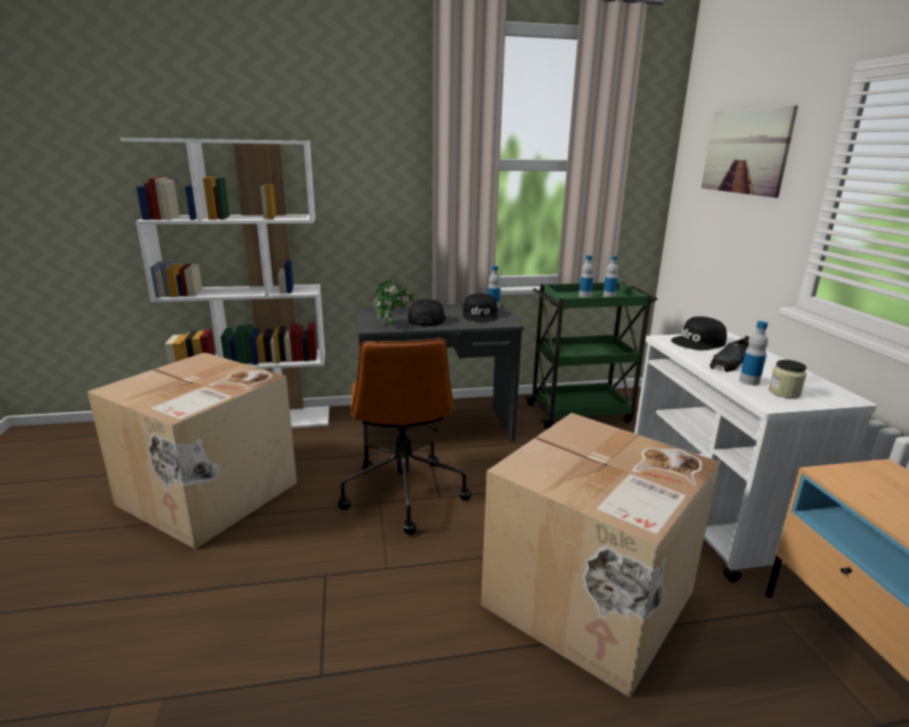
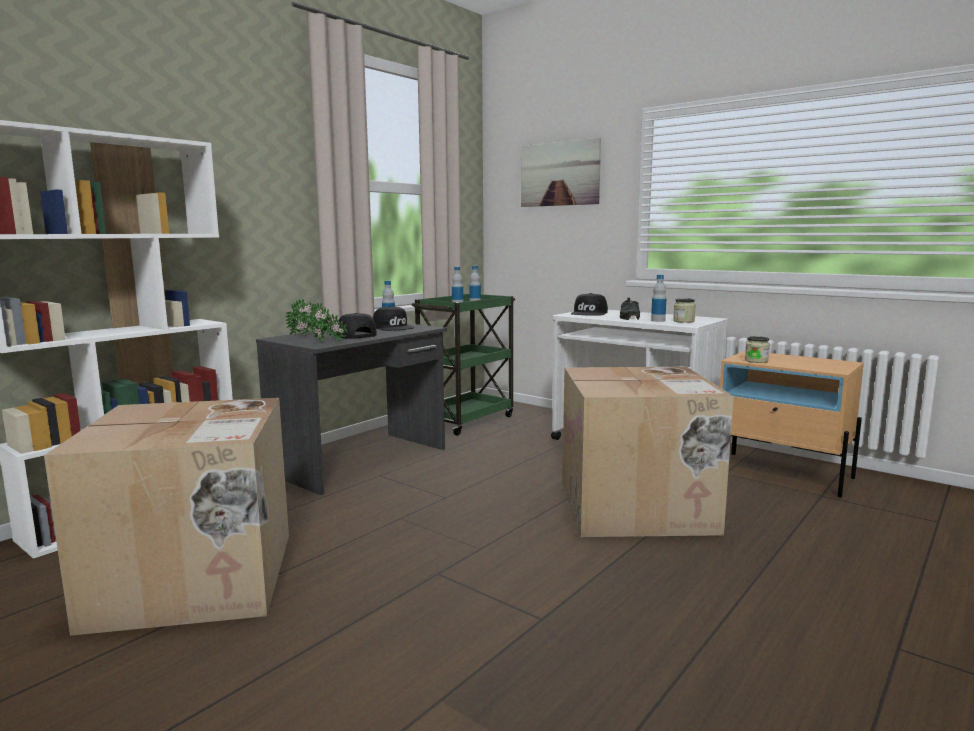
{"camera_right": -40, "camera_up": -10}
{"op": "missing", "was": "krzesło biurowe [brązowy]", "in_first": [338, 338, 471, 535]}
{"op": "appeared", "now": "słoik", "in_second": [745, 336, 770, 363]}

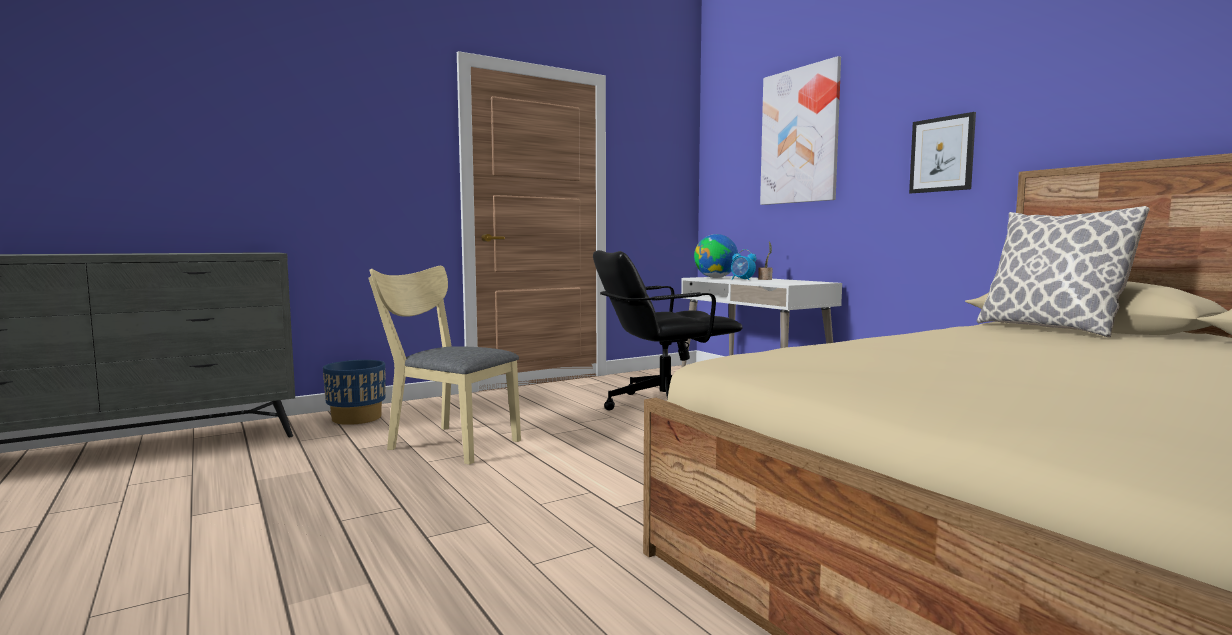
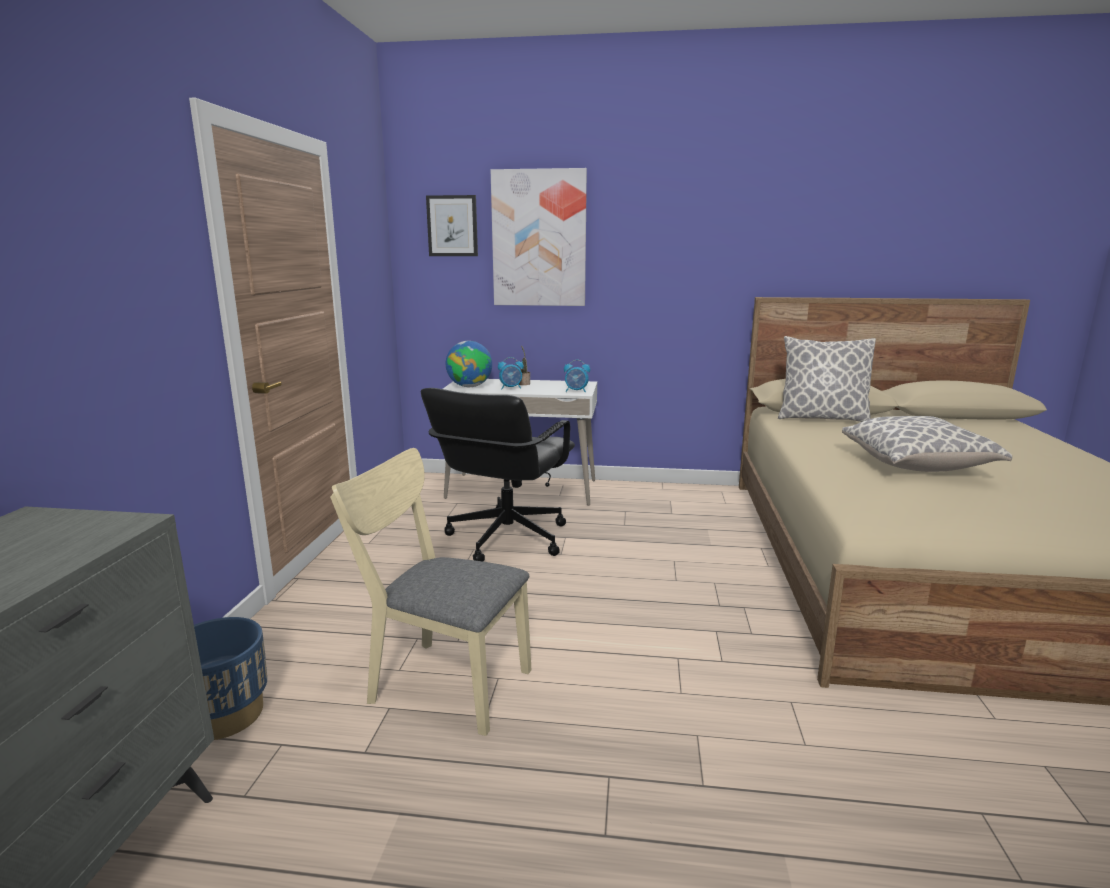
{"camera_right": -50, "camera_up": 10}
{"op": "relocated", "was": "obraz", "in_first": [909, 112, 976, 193], "in_second": [426, 195, 478, 256]}
{"op": "spun", "was": "krzesło [beżowy]", "in_first": [368, 266, 521, 465], "in_second": [330, 448, 531, 736], "clockwise": 45}
{"op": "appeared", "now": "budzik", "in_second": [564, 359, 590, 393]}
{"op": "appeared", "now": "poduszka", "in_second": [842, 416, 1012, 472]}

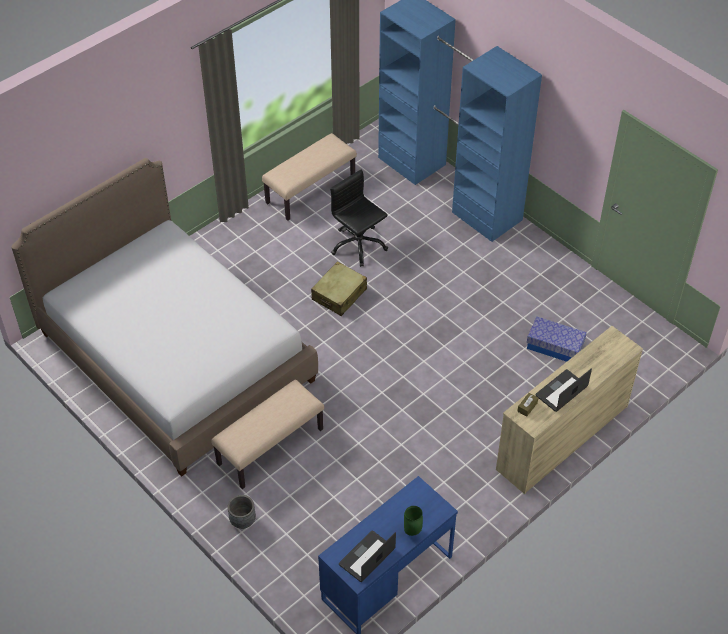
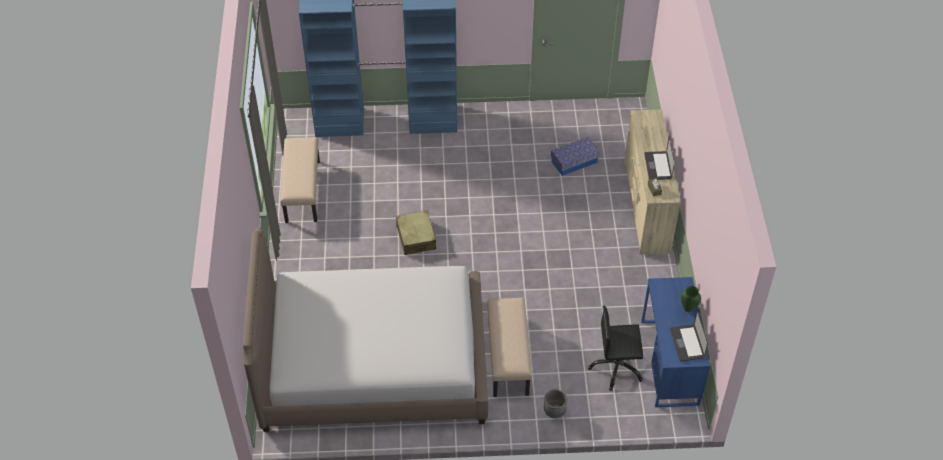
{"camera_right": -50, "camera_up": 0}
{"op": "relocated", "was": "krzesło biurowe [czarny]", "in_first": [330, 169, 388, 267], "in_second": [588, 306, 643, 391]}

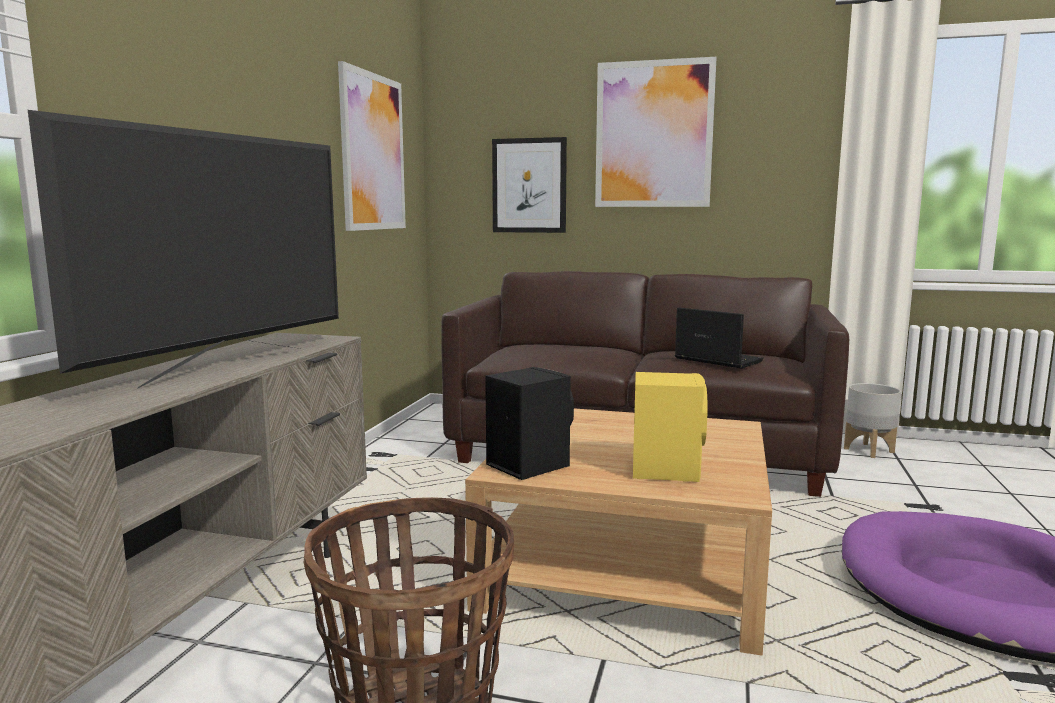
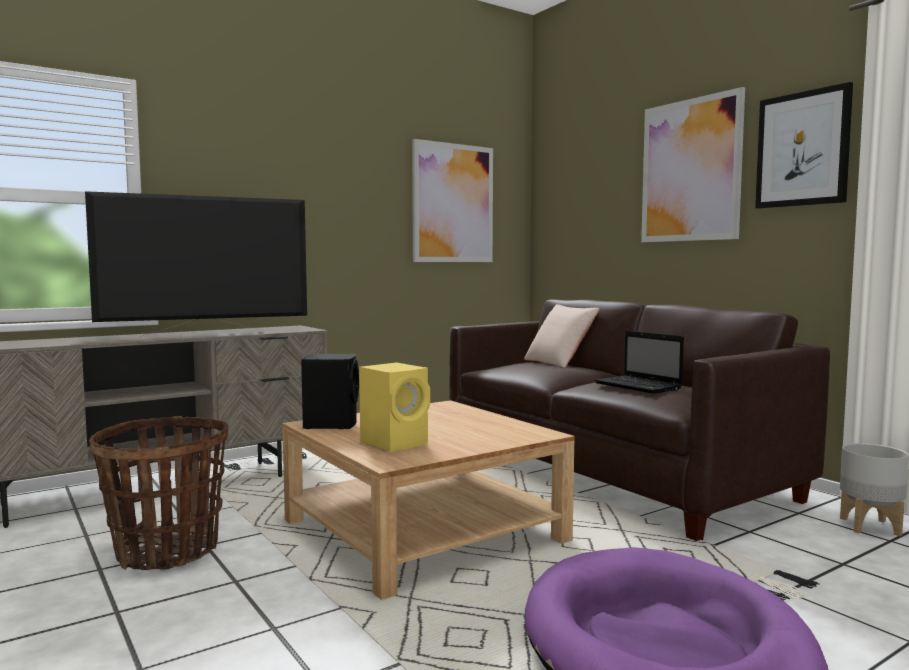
{"camera_right": 40, "camera_up": -5}
{"op": "relocated", "was": "obraz", "in_first": [492, 137, 567, 233], "in_second": [755, 82, 853, 209]}
{"op": "spun", "was": "laptop", "in_first": [675, 307, 764, 368], "in_second": [594, 331, 684, 394], "clockwise": 150}
{"op": "appeared", "now": "poduszka [beżowy]", "in_second": [524, 304, 600, 367]}

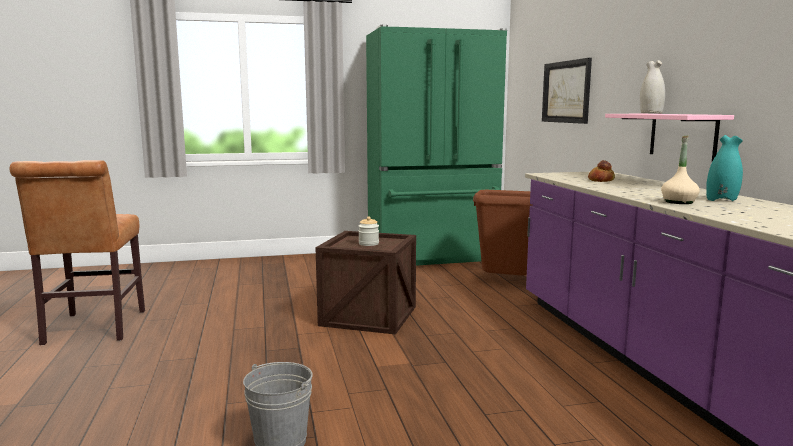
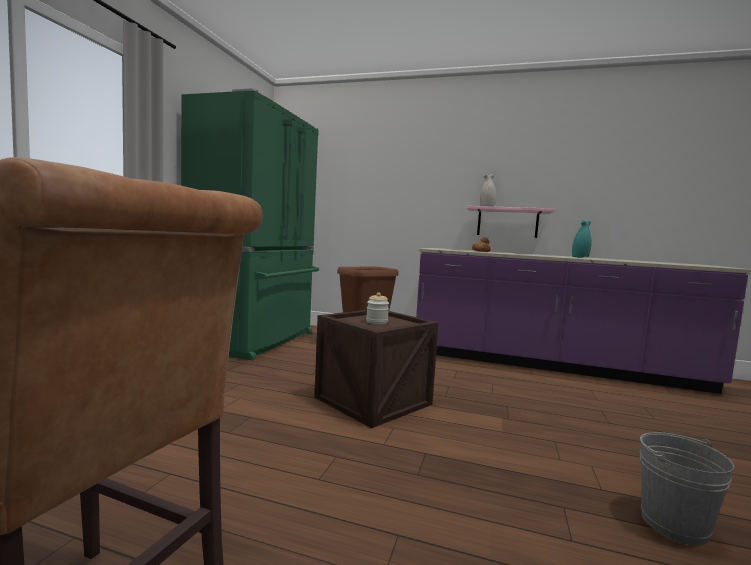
{"camera_right": -60, "camera_up": -5}
{"op": "missing", "was": "obraz", "in_first": [542, 58, 592, 124]}
{"op": "missing", "was": "butelka [beżowy]", "in_first": [661, 135, 700, 204]}

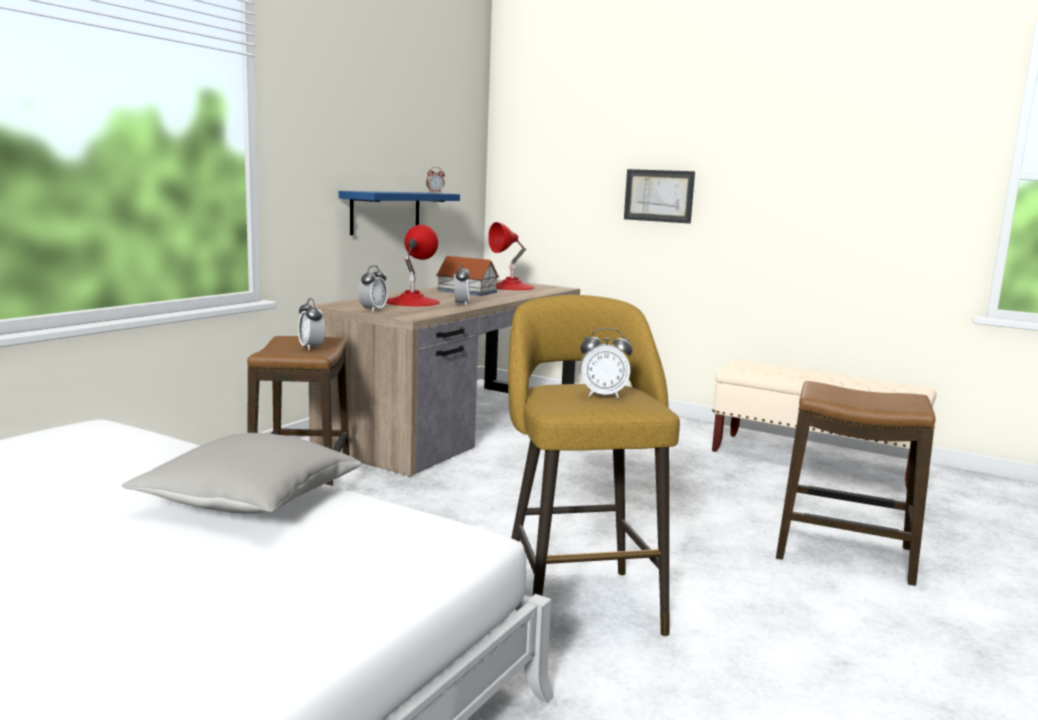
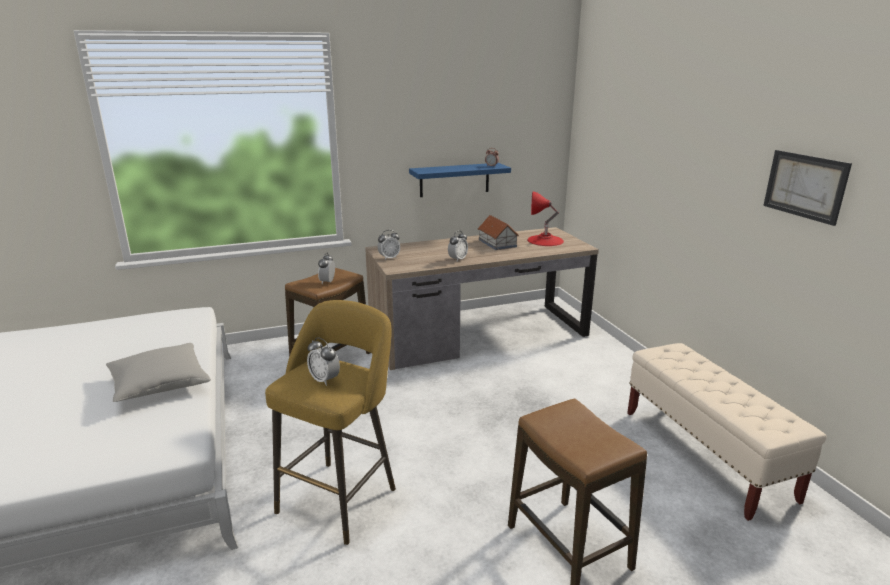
{"camera_right": 40, "camera_up": 10}
{"op": "relocated", "was": "obraz", "in_first": [624, 169, 695, 224], "in_second": [763, 150, 852, 226]}
{"op": "missing", "was": "lampa stołowa [czerwony]", "in_first": [386, 225, 440, 306]}

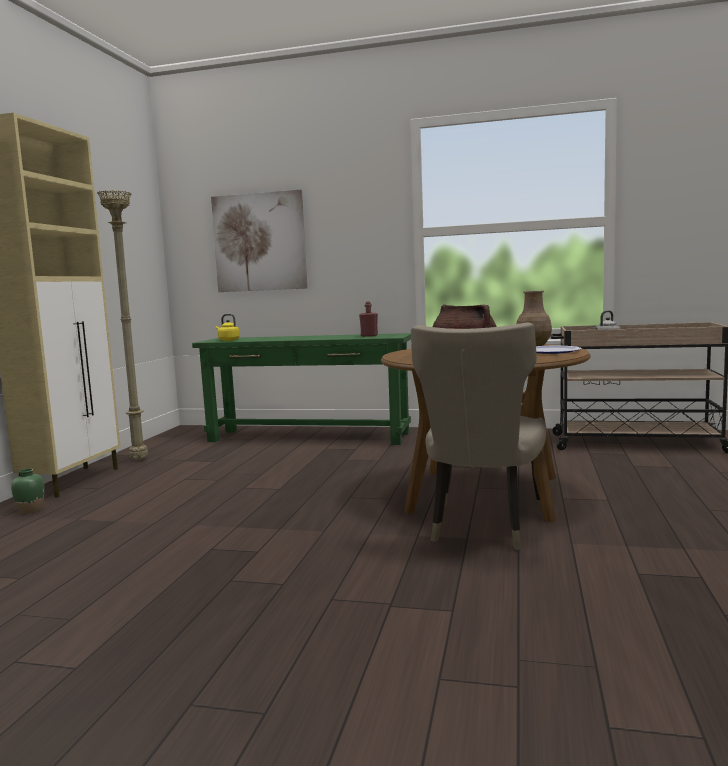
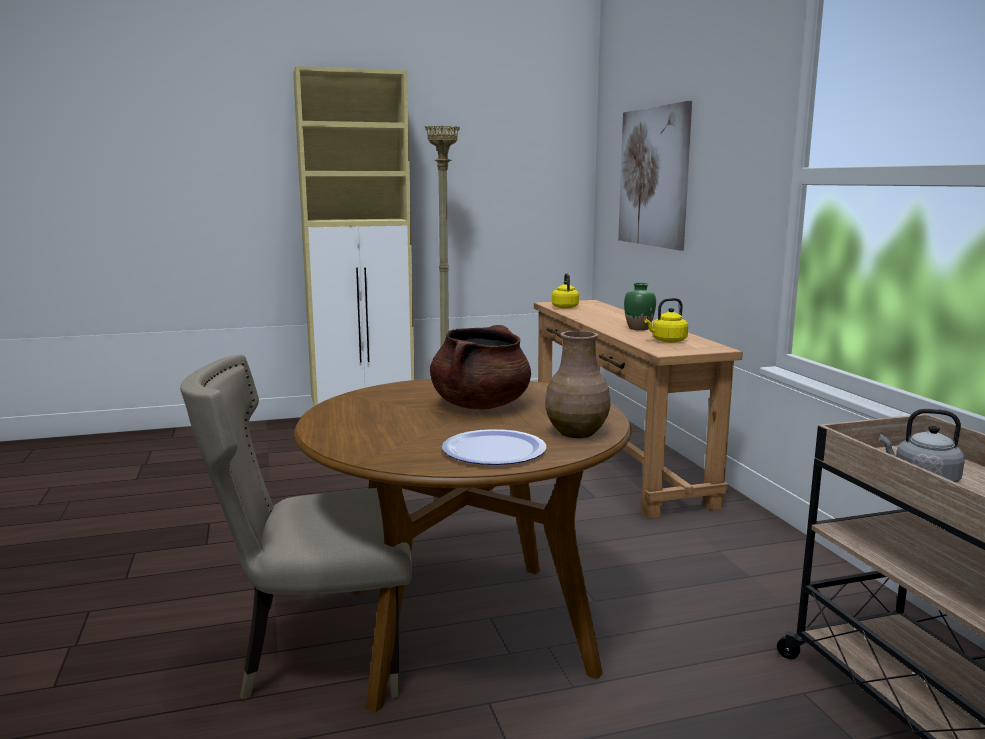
{"camera_right": 60, "camera_up": 5}
{"op": "exchanged", "was": "butelka [czerwony]", "now": "czajnik [żółty]", "in_first": [359, 301, 378, 337], "in_second": [644, 298, 688, 343]}
{"op": "colour", "was": "stolik konsolowy [zielony]", "now": "stolik konsolowy [brązowy]", "in_first": [192, 333, 411, 445], "in_second": [534, 300, 743, 519]}
{"op": "relocated", "was": "wazon [zielony]", "in_first": [11, 468, 45, 514], "in_second": [624, 283, 656, 330]}

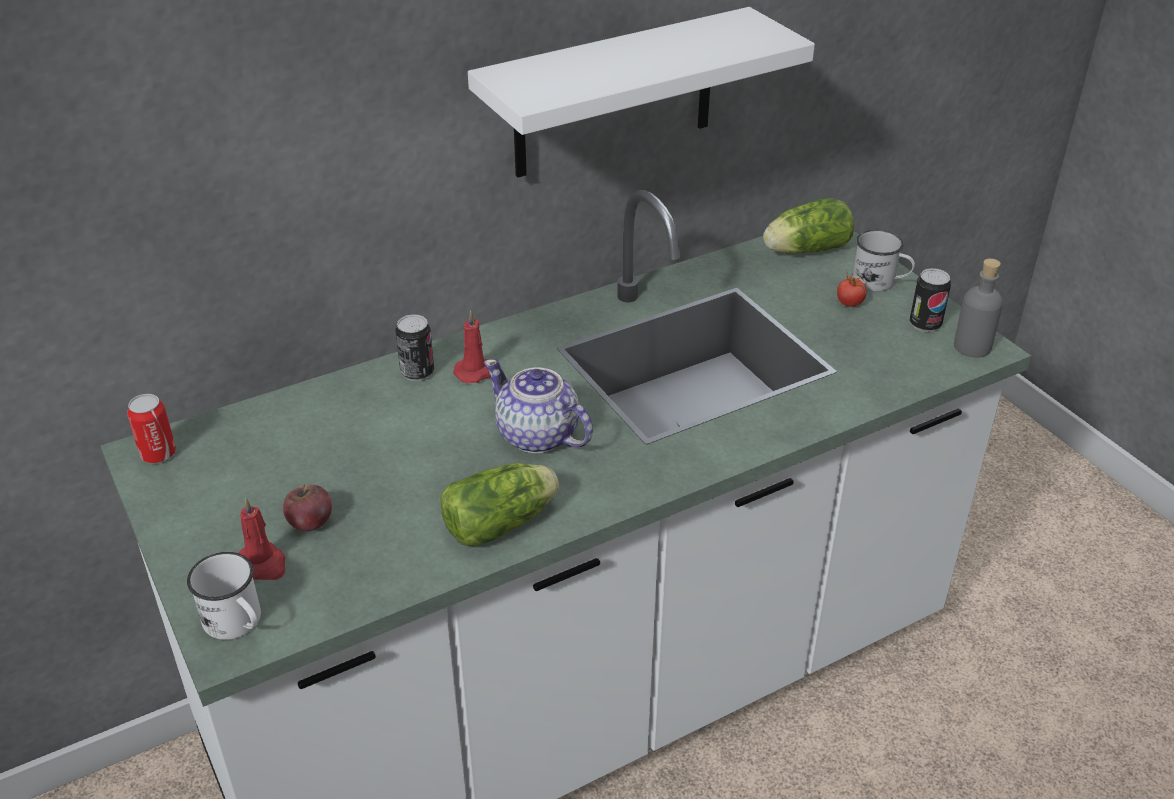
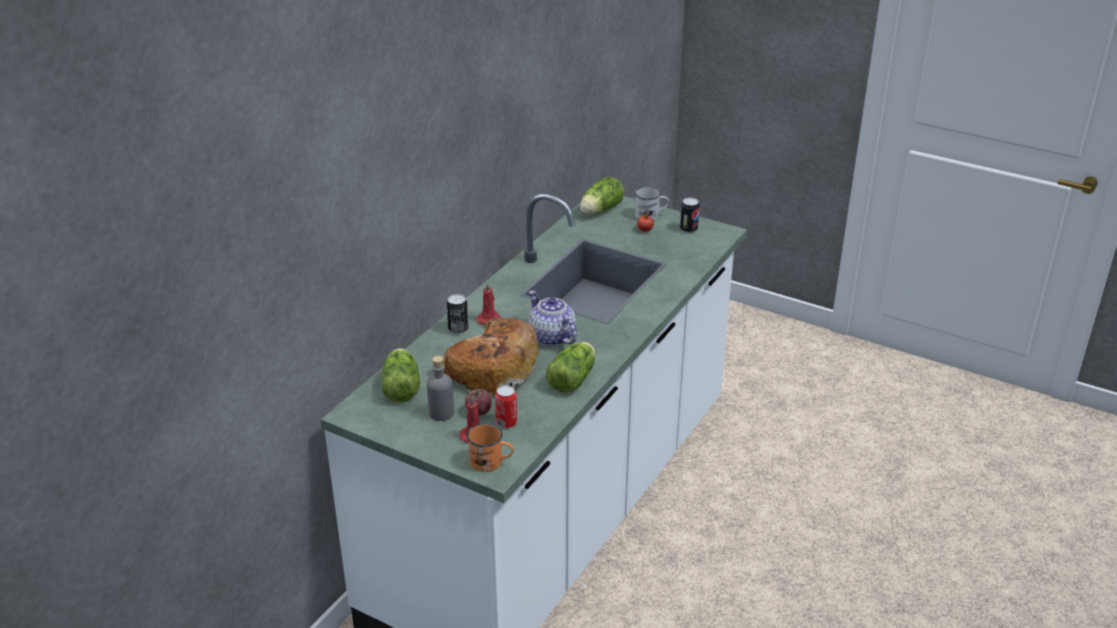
{"camera_right": -30, "camera_up": -5}
{"op": "missing", "was": "półka [biały]", "in_first": [468, 7, 815, 178]}
{"op": "relocated", "was": "butelka [szary]", "in_first": [954, 258, 1003, 358], "in_second": [427, 356, 454, 421]}
{"op": "spun", "was": "imbryk", "in_first": [484, 359, 593, 453], "in_second": [528, 291, 577, 346], "clockwise": 45}
{"op": "relocated", "was": "puszka", "in_first": [127, 394, 176, 463], "in_second": [495, 385, 517, 428]}
{"op": "colour", "was": "kubek [biały]", "now": "kubek [pomarańczowy]", "in_first": [187, 552, 261, 640], "in_second": [467, 424, 514, 472]}
{"op": "appeared", "now": "chleb", "in_second": [443, 318, 538, 397]}
{"op": "appeared", "now": "sałata", "in_second": [382, 348, 420, 403]}

